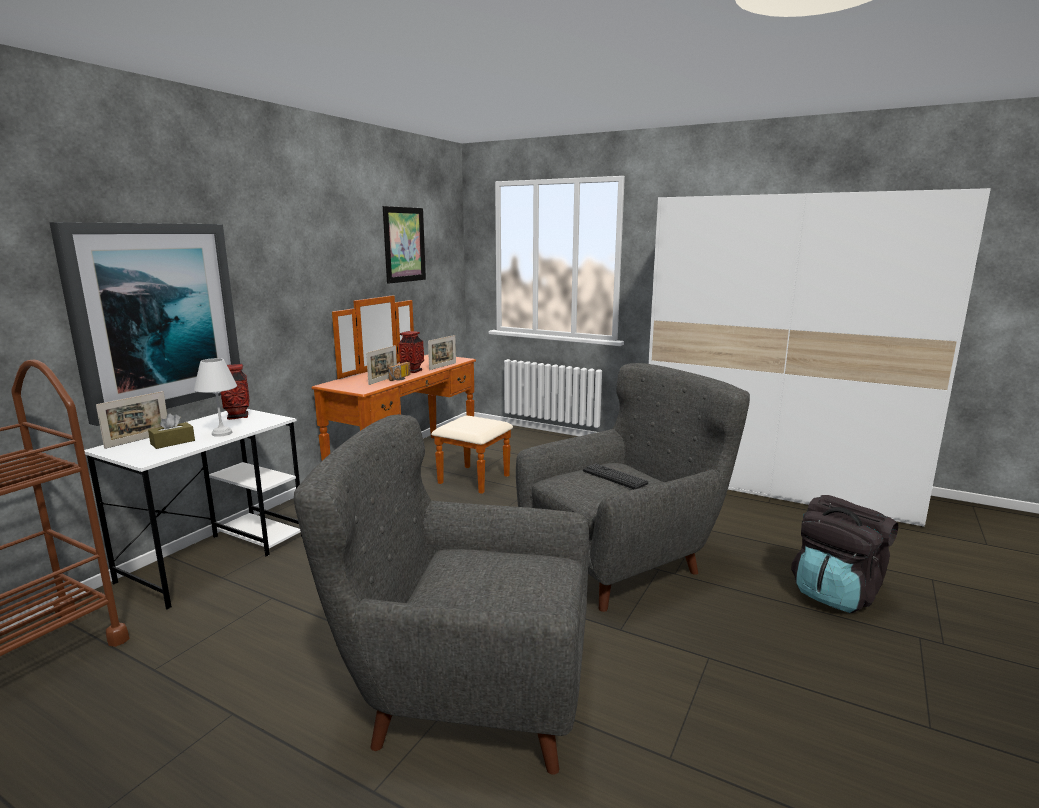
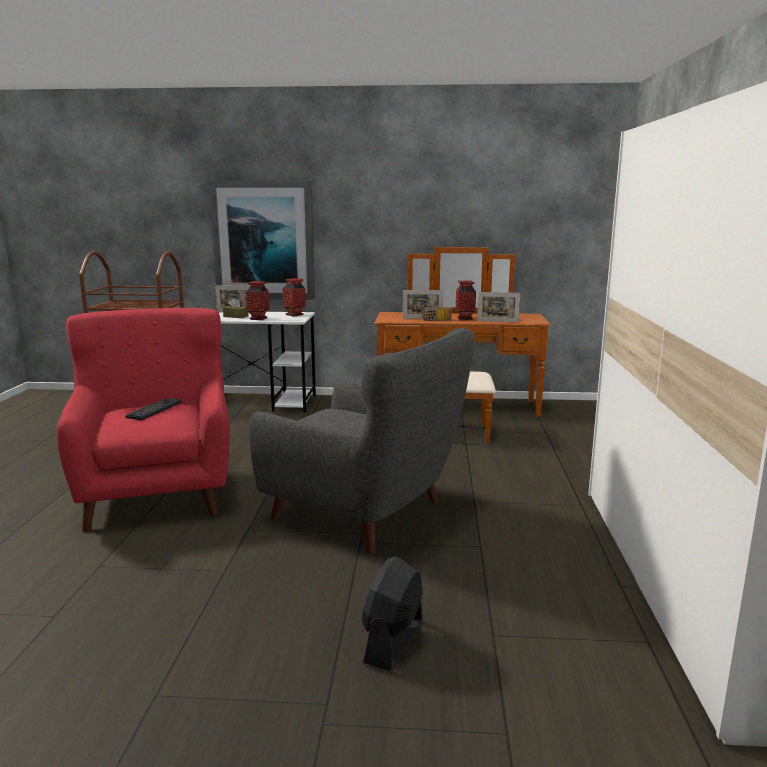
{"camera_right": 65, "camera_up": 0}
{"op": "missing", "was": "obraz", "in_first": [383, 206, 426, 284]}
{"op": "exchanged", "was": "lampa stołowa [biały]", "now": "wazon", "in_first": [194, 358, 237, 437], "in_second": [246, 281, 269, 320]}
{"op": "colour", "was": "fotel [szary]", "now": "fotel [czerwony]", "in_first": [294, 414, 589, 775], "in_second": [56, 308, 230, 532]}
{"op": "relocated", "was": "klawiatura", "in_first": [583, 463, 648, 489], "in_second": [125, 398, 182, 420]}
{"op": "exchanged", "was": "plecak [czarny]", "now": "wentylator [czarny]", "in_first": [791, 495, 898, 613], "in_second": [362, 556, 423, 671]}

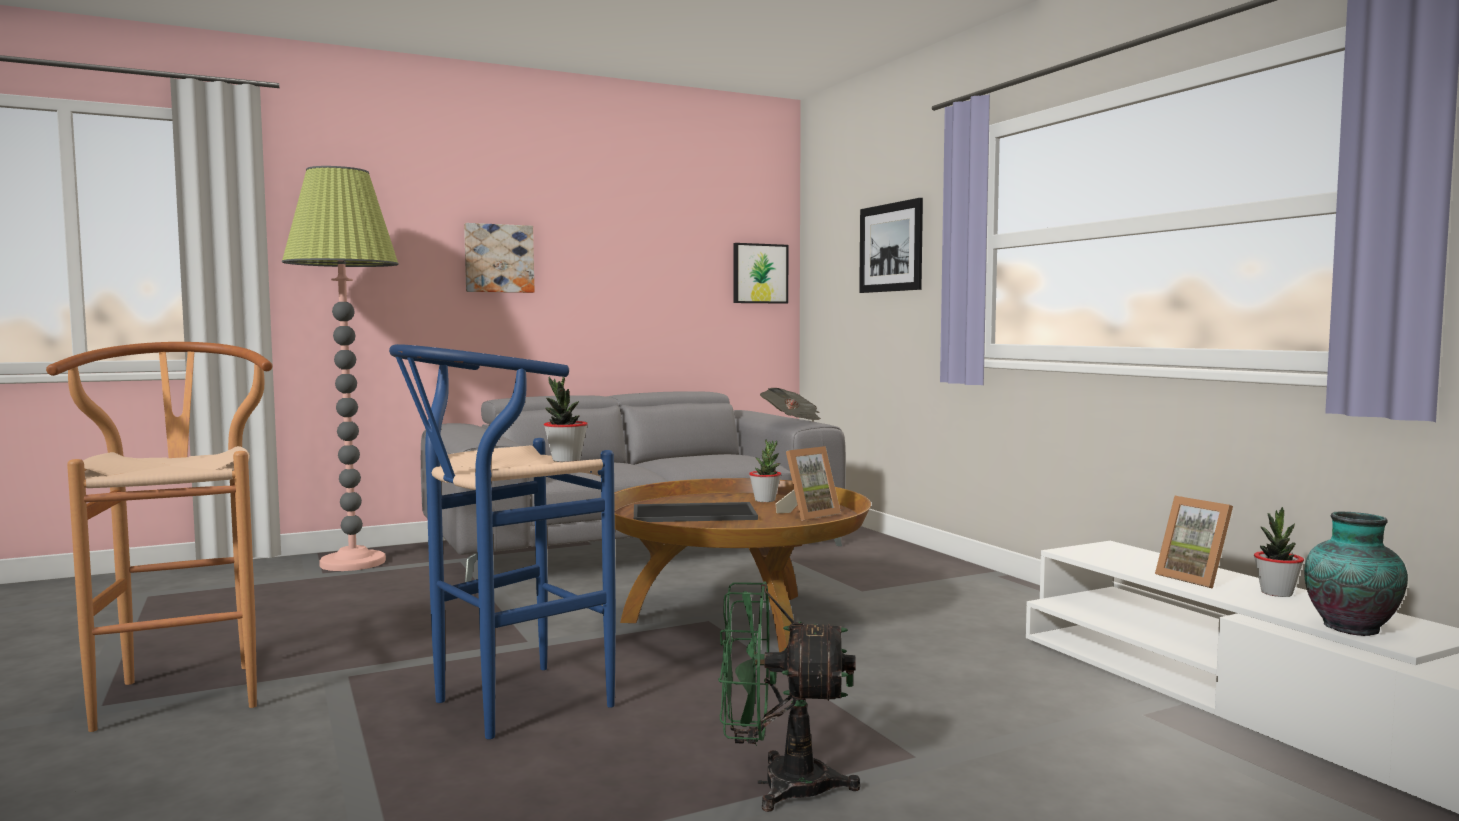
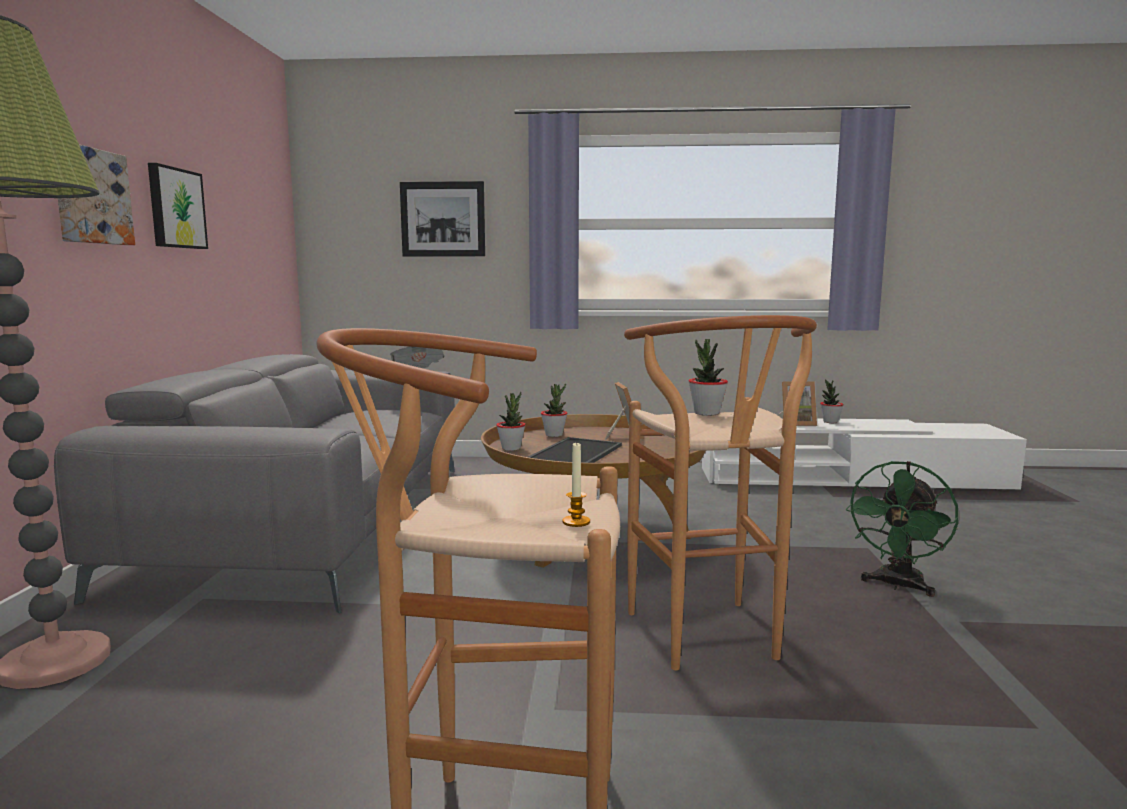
{"camera_right": -60, "camera_up": 5}
{"op": "relocated", "was": "obraz", "in_first": [733, 243, 788, 304], "in_second": [148, 163, 208, 249]}
{"op": "colour", "was": "stołek [niebieski]", "now": "stołek [brązowy]", "in_first": [389, 344, 616, 739], "in_second": [624, 315, 817, 671]}
{"op": "missing", "was": "wazon", "in_first": [1304, 511, 1408, 636]}
{"op": "appeared", "now": "roślina doniczkowa", "in_second": [497, 392, 526, 451]}
{"op": "appeared", "now": "świeca", "in_second": [562, 442, 590, 527]}

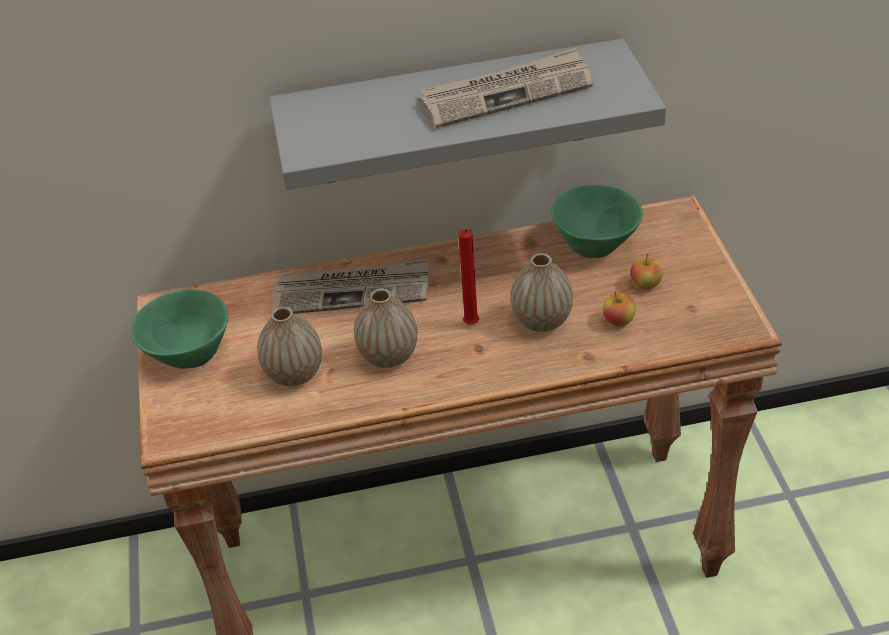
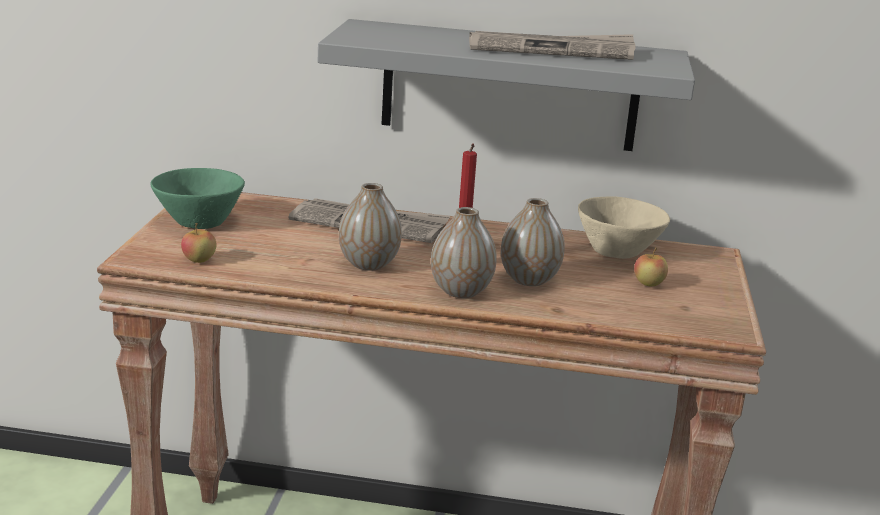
{"camera_right": 15, "camera_up": -20}
{"op": "colour", "was": "miska [zielony]", "now": "miska [beżowy]", "in_first": [551, 185, 643, 258], "in_second": [578, 196, 670, 259]}
{"op": "relocated", "was": "jabłko", "in_first": [603, 292, 636, 326], "in_second": [181, 223, 216, 263]}
{"op": "relocated", "was": "wazon", "in_first": [257, 307, 322, 386], "in_second": [431, 207, 497, 298]}

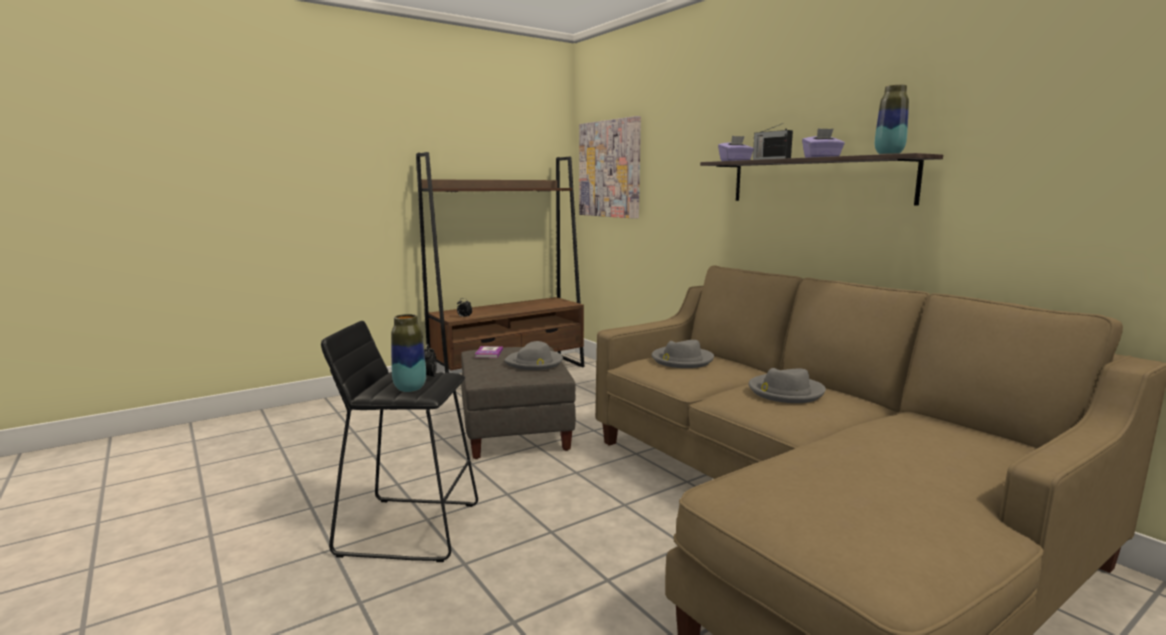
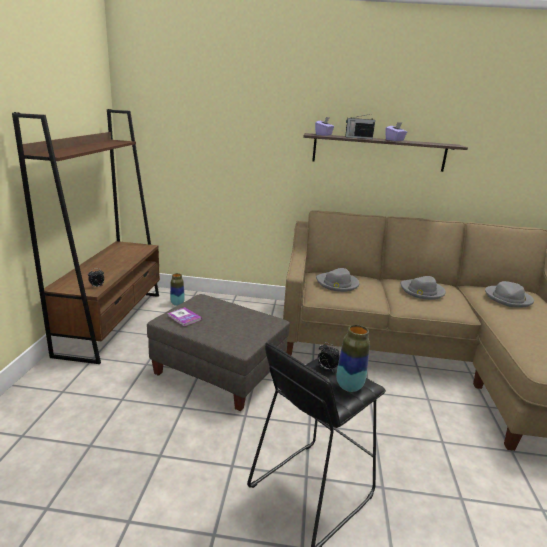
{"camera_right": -50, "camera_up": 10}
{"op": "relocated", "was": "wazon", "in_first": [875, 85, 909, 155], "in_second": [170, 273, 185, 306]}
{"op": "missing", "was": "obraz", "in_first": [579, 116, 641, 219]}
{"op": "relocated", "was": "kapelusz [szary]", "in_first": [504, 341, 563, 370], "in_second": [485, 281, 534, 308]}

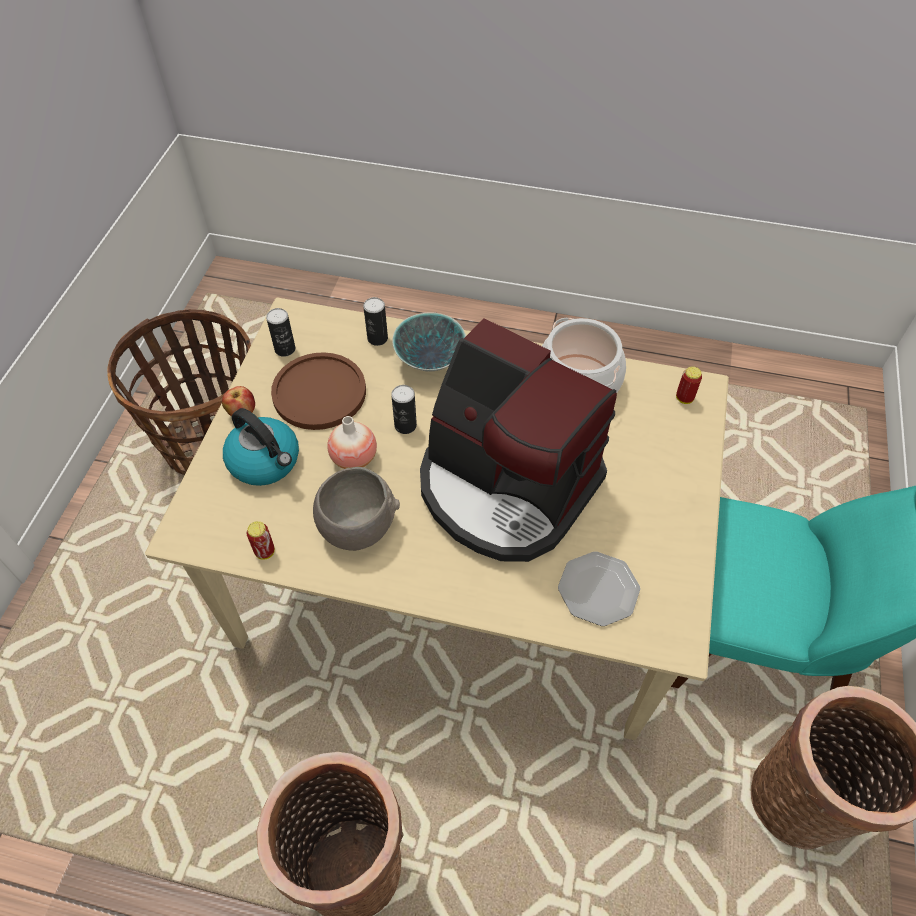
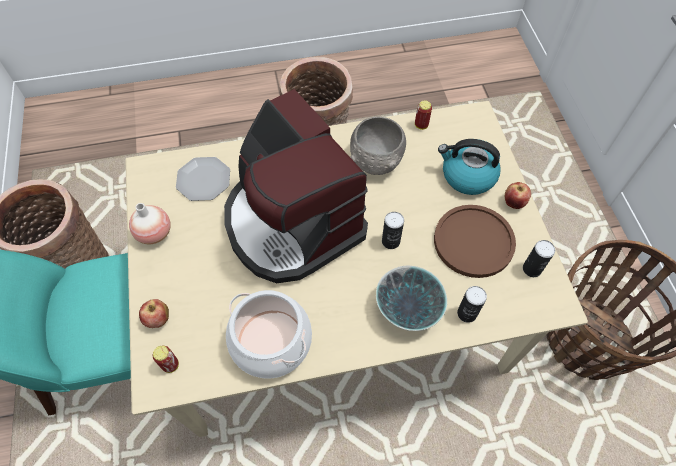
{"camera_right": 155, "camera_up": 5}
{"op": "spun", "was": "ekspres do kawy", "in_first": [420, 318, 617, 562], "in_second": [224, 89, 368, 283], "clockwise": -135}
{"op": "relocated", "was": "wazon", "in_first": [327, 416, 377, 469], "in_second": [129, 203, 171, 244]}
{"op": "appeared", "now": "jabłko", "in_second": [139, 299, 169, 328]}

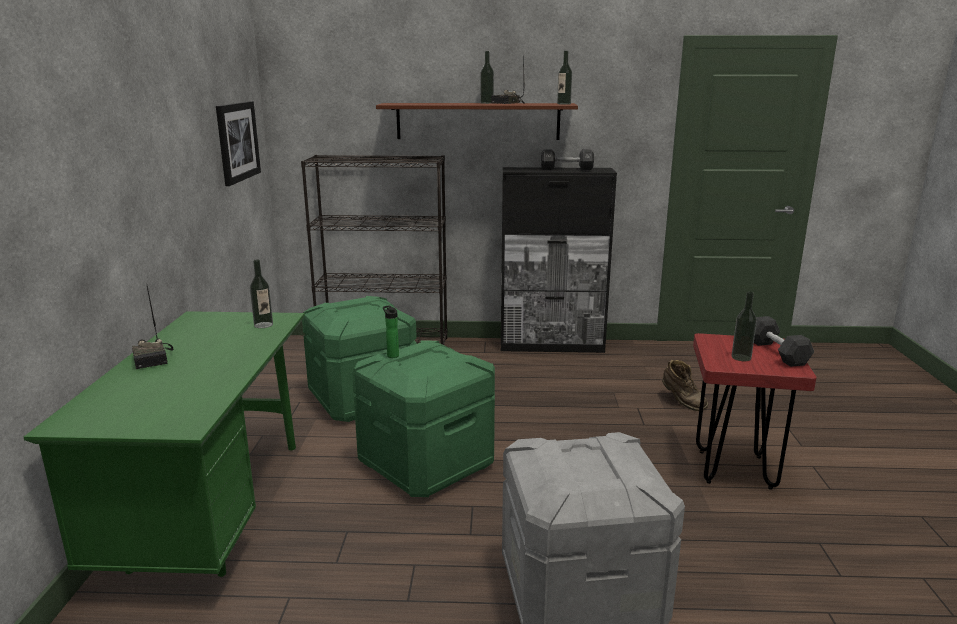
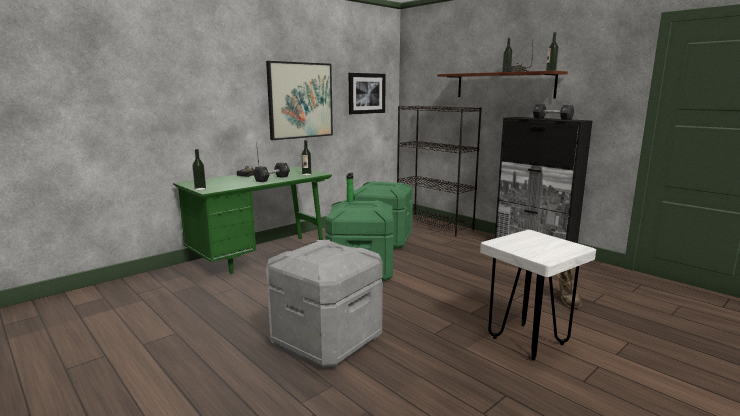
{"camera_right": 45, "camera_up": -5}
{"op": "relocated", "was": "butelka", "in_first": [732, 291, 757, 361], "in_second": [192, 149, 206, 190]}
{"op": "relocated", "was": "hantel [czarny]", "in_first": [754, 316, 814, 367], "in_second": [253, 162, 290, 182]}
{"op": "colour", "was": "stołek [czerwony]", "now": "stołek [biały]", "in_first": [693, 333, 817, 490], "in_second": [480, 230, 596, 360]}
{"op": "appeared", "now": "obraz", "in_second": [266, 61, 333, 140]}

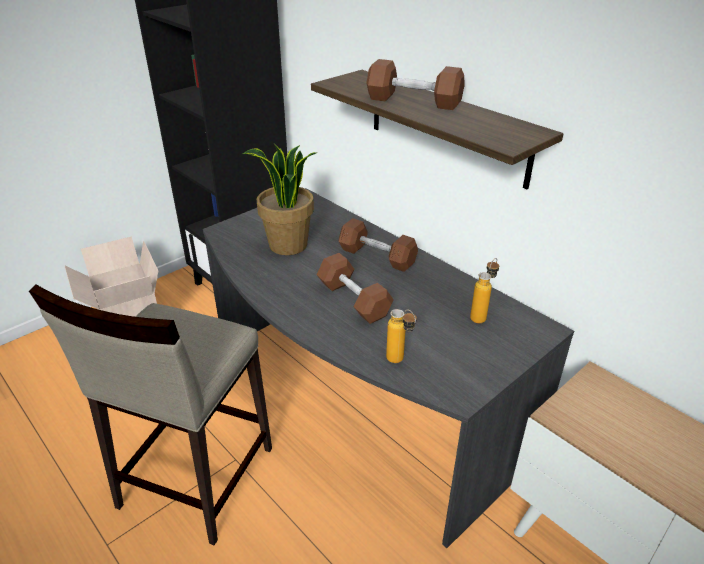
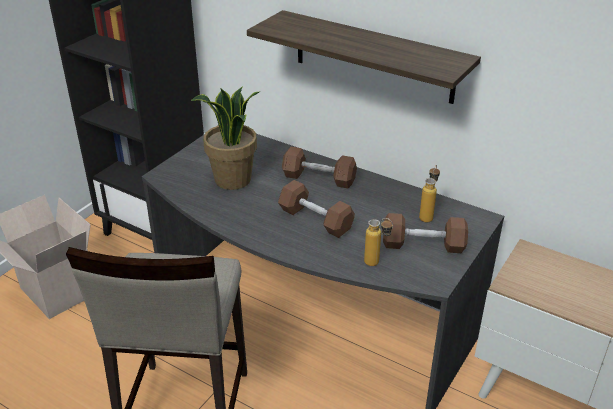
{"camera_right": -15, "camera_up": 0}
{"op": "relocated", "was": "hantel [brązowy]", "in_first": [366, 59, 465, 110], "in_second": [383, 213, 468, 253]}

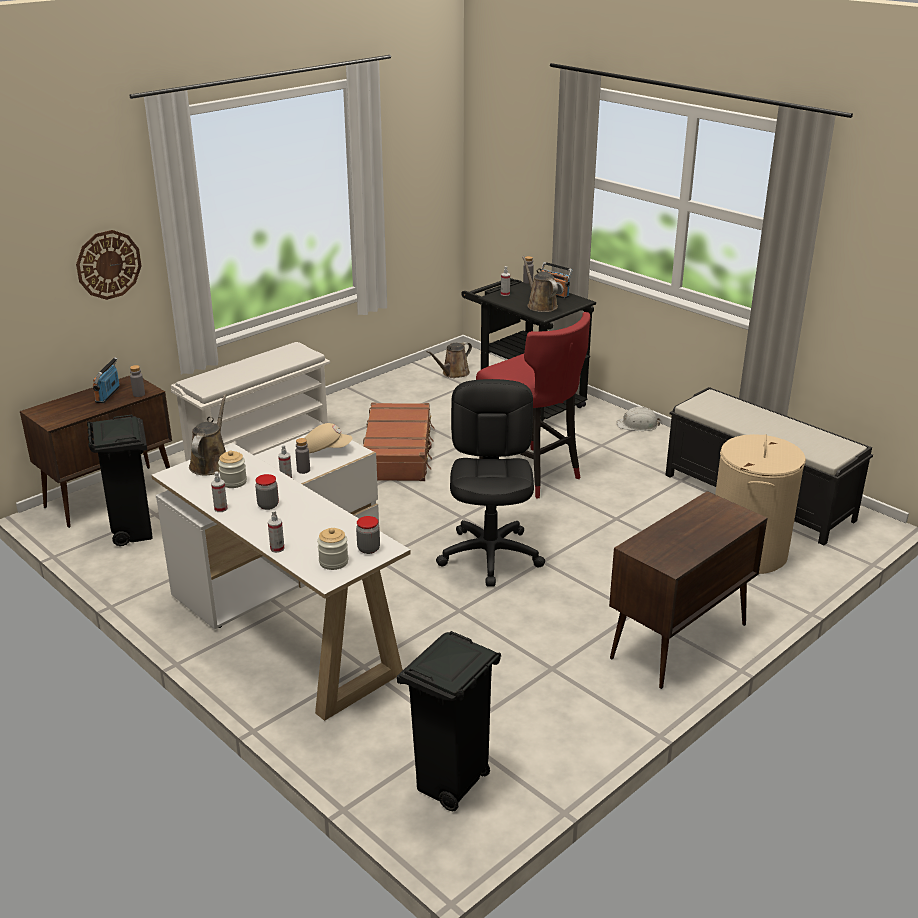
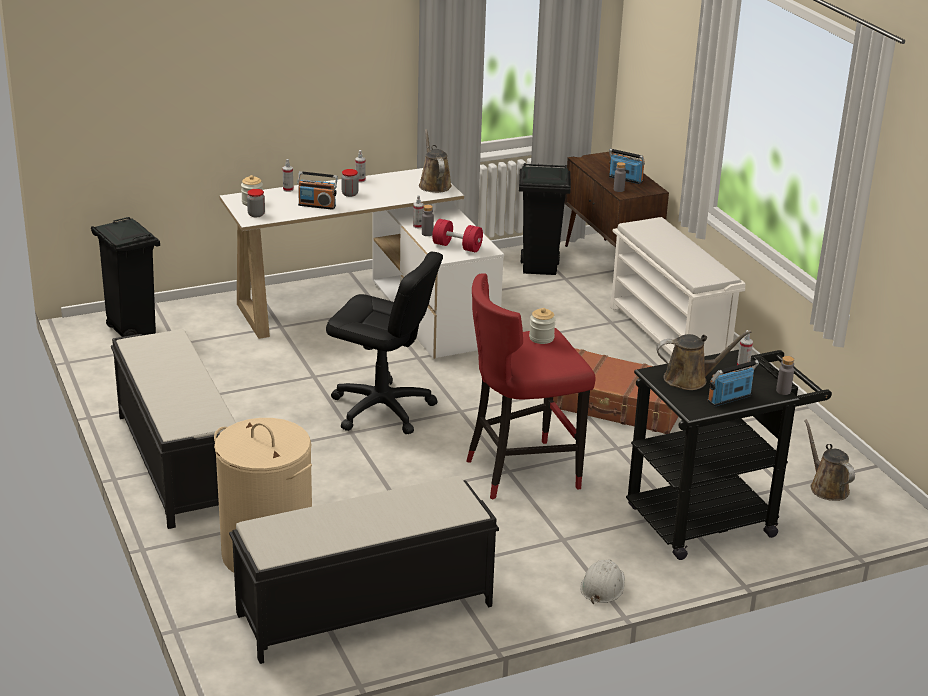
{"camera_right": 110, "camera_up": 0}
{"op": "missing", "was": "zegar ścienny", "in_first": [76, 230, 142, 300]}
{"op": "spun", "was": "konewka [brązowy]", "in_first": [189, 394, 227, 475], "in_second": [419, 129, 452, 193], "clockwise": -135}
{"op": "exchanged", "was": "czapka z daszkiem [beżowy]", "now": "hantel [czerwony]", "in_first": [304, 423, 352, 453], "in_second": [432, 219, 483, 252]}
{"op": "relocated", "was": "słoik", "in_first": [218, 451, 247, 488], "in_second": [529, 308, 556, 344]}
{"op": "exchanged", "was": "szafka [brązowy]", "now": "ławka [czarny]", "in_first": [609, 491, 768, 689], "in_second": [111, 329, 236, 529]}
{"op": "appeared", "now": "radio", "in_second": [297, 171, 338, 210]}

